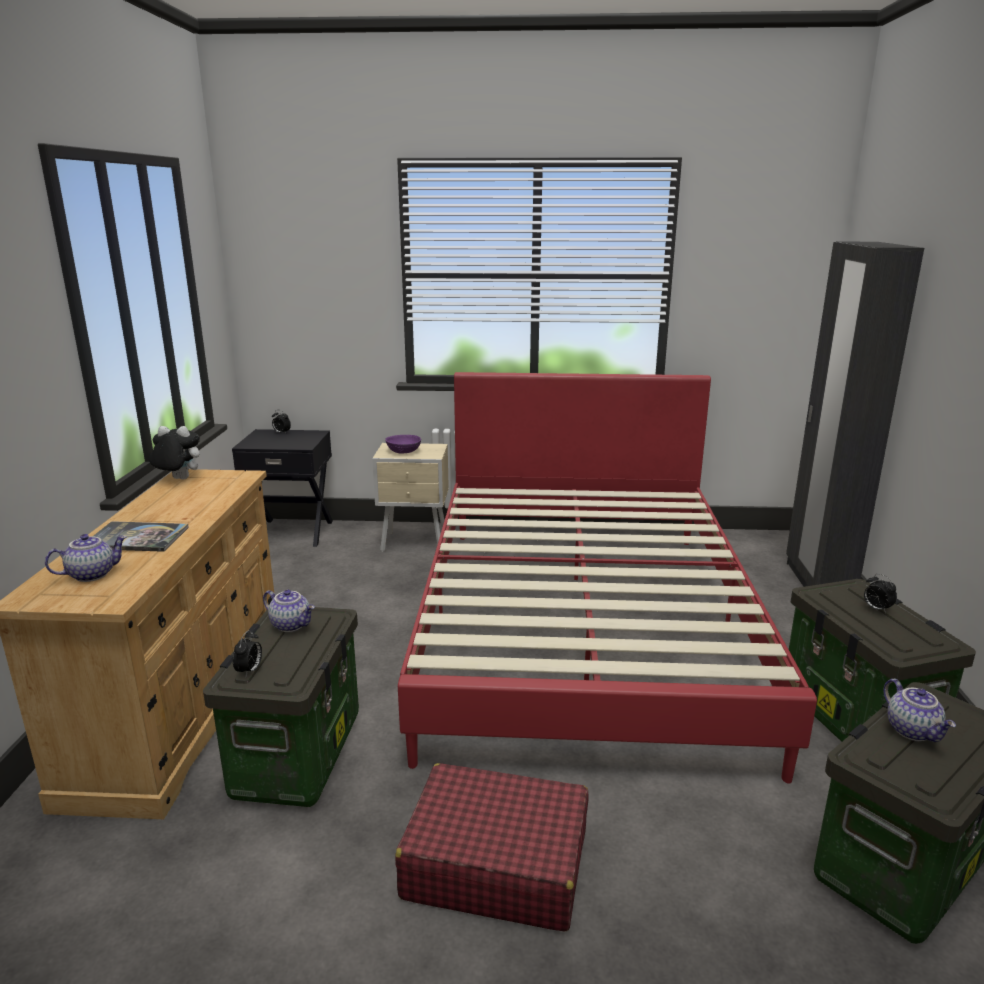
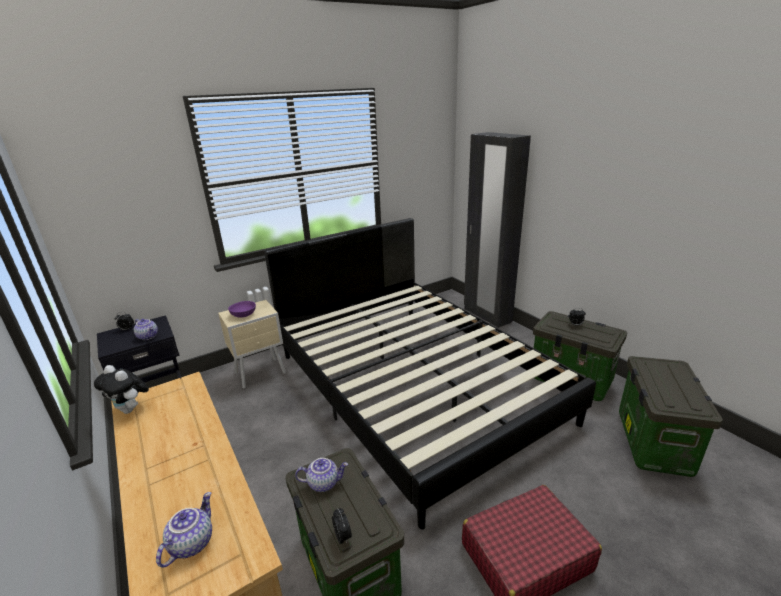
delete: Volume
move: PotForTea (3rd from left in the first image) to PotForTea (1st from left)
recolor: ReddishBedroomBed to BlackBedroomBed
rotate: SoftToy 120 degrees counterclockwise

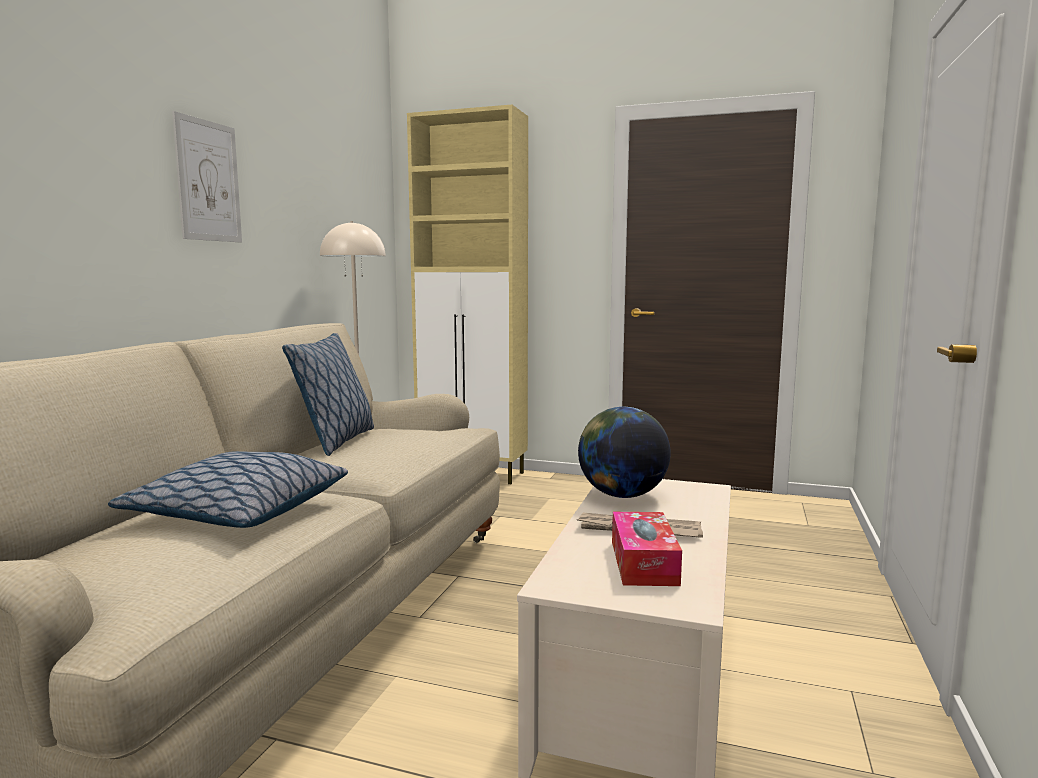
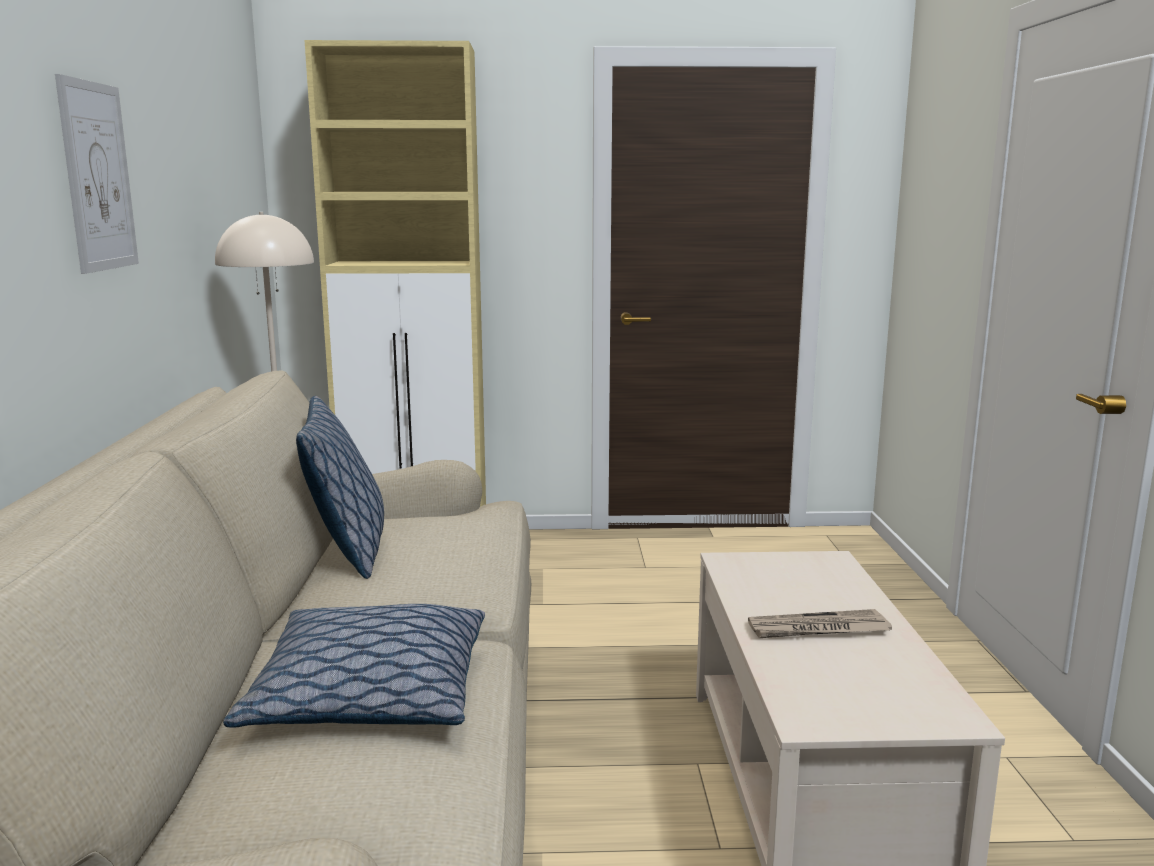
delete: WorldGlobe; TissueHolder

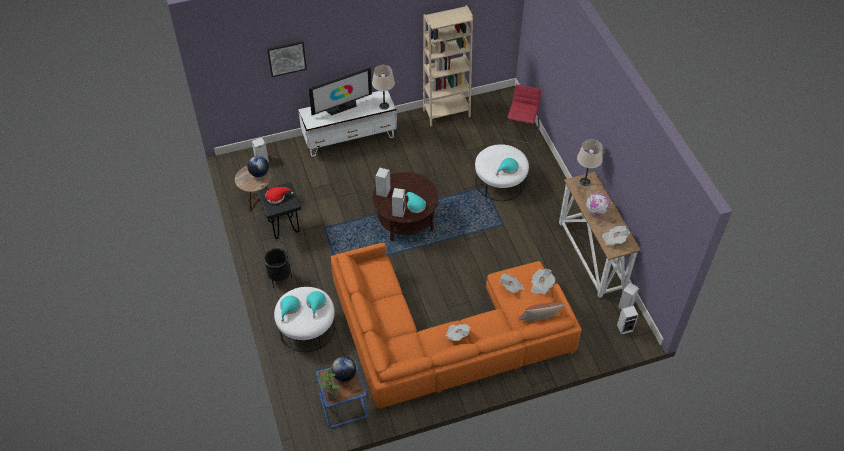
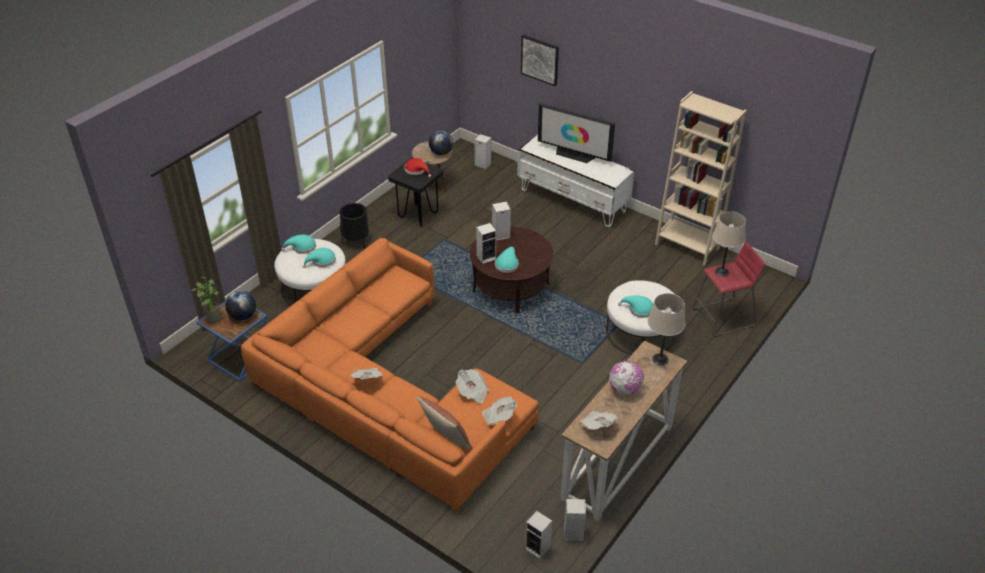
move: BeigeTabletopLamp (1st from left in the first image) to BeigeTabletopLamp (2nd from left)

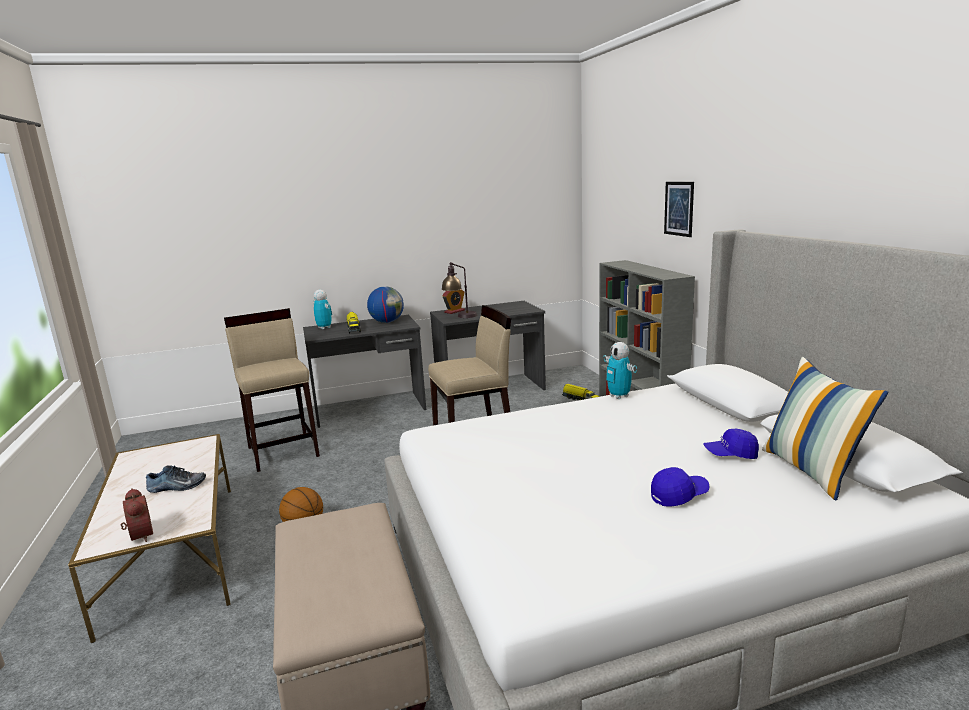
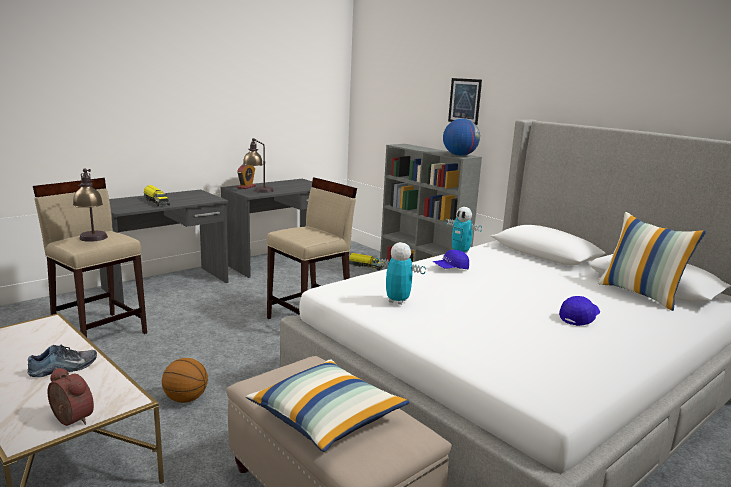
insert: TabletopLamp (1st from left); ThrowPillow (1st from left)
move: RobotFigure (1st from left); WorldGlobe; BlueBaseballCap (2nd from left in the first image) to BlueBaseballCap (1st from left)

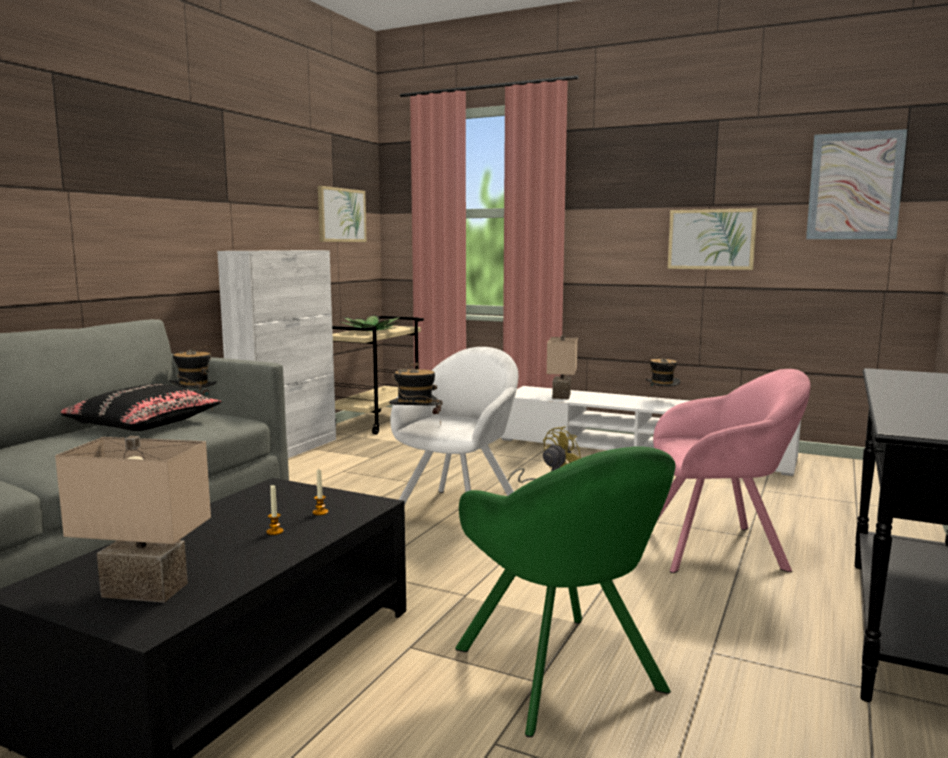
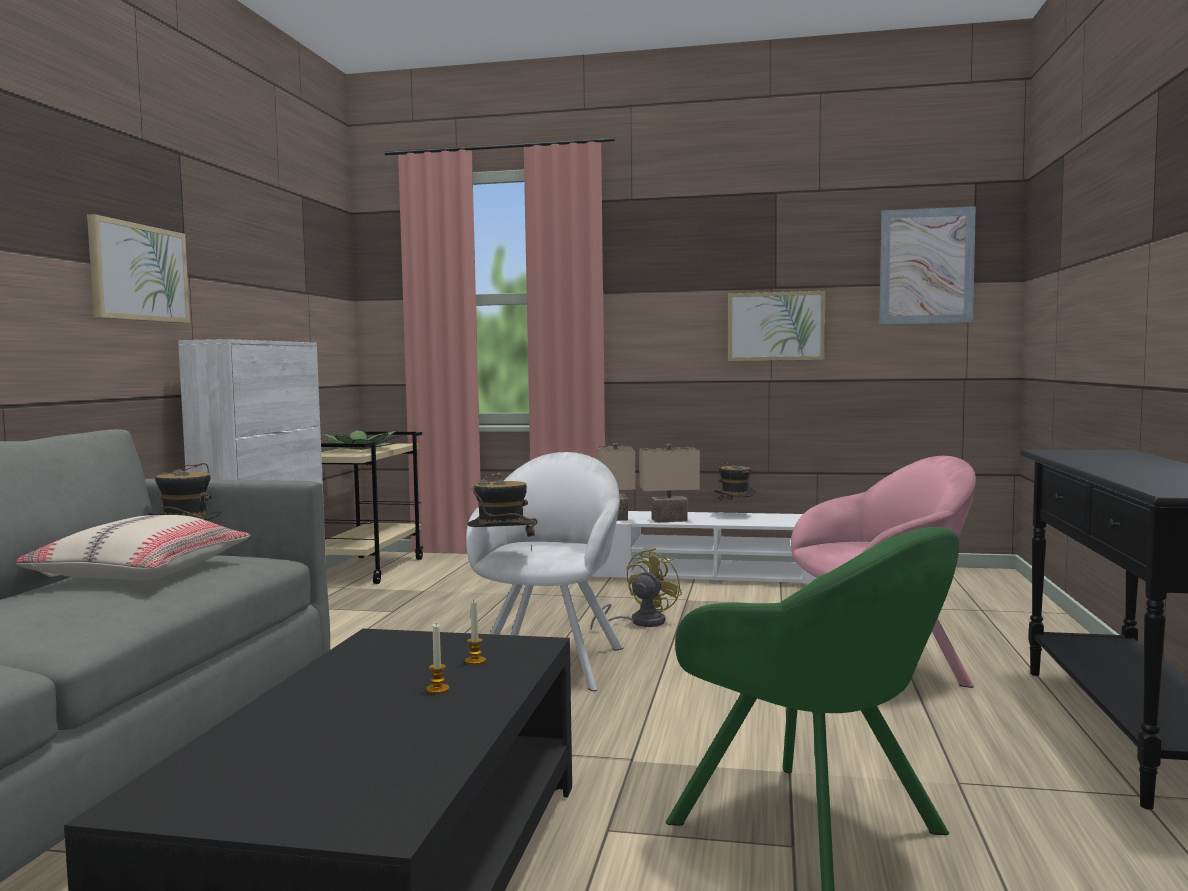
move: BeigeTabletopLamp (1st from left in the first image) to BeigeTabletopLamp (2nd from left); WallArt (1st from left)
recolor: BlackThrowPillow to BeigeThrowPillow

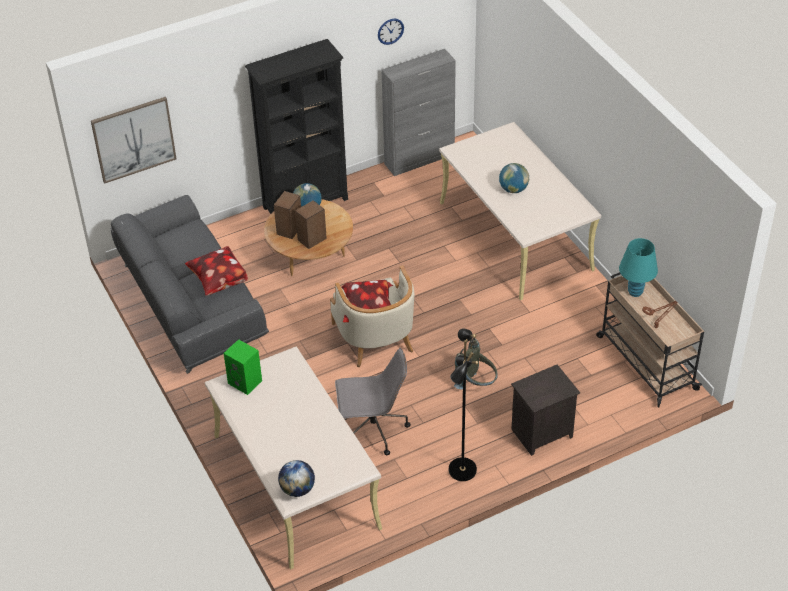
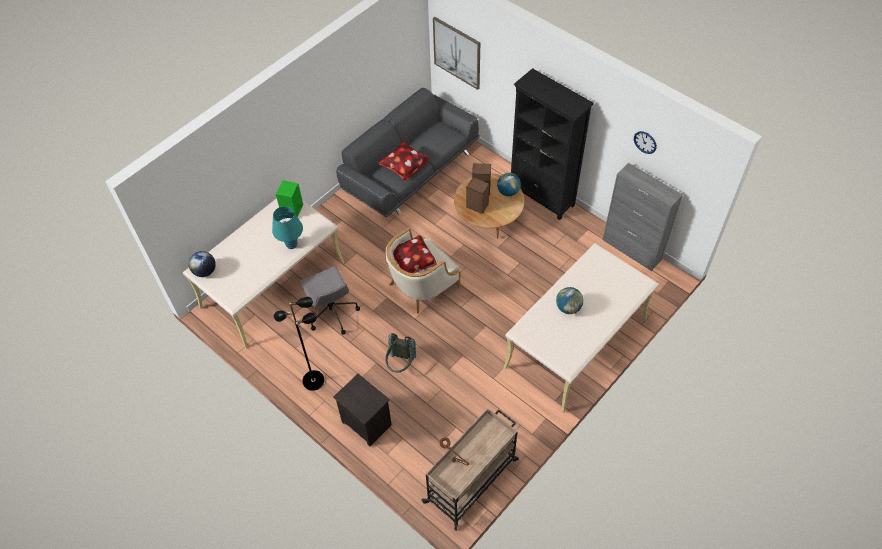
move: TurquoiseColouredTabletopLamp

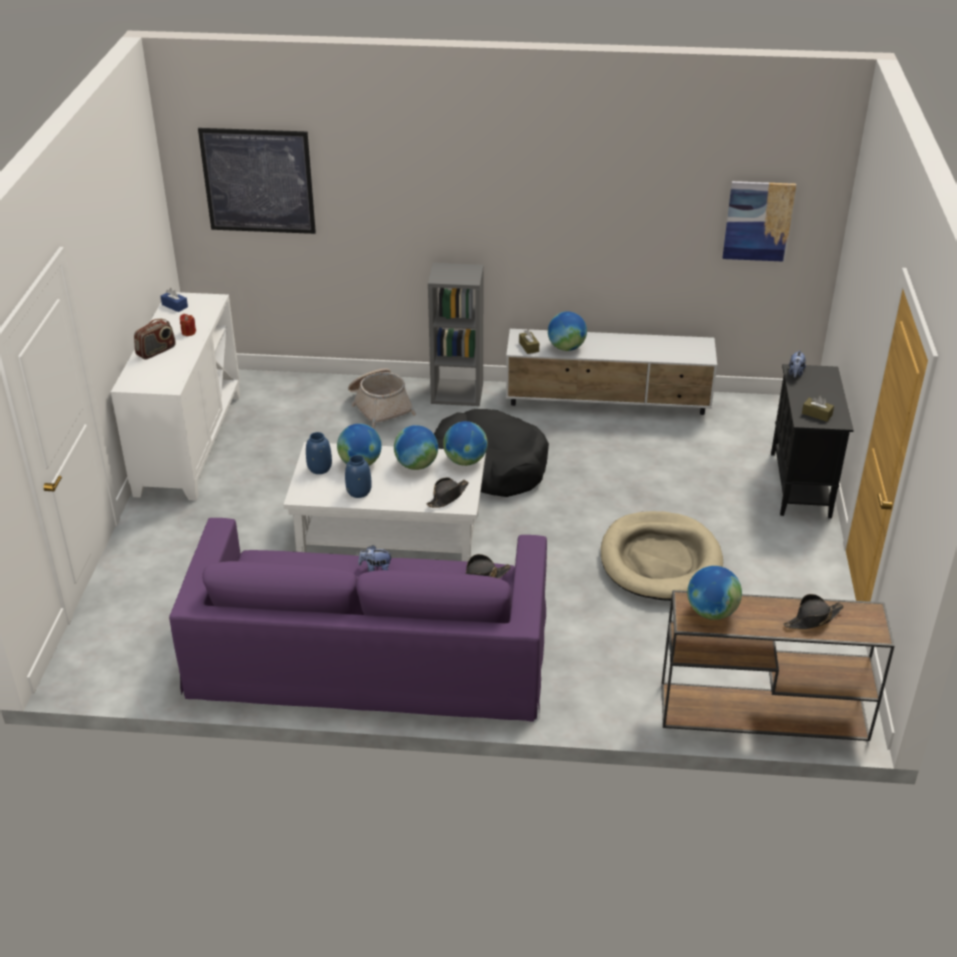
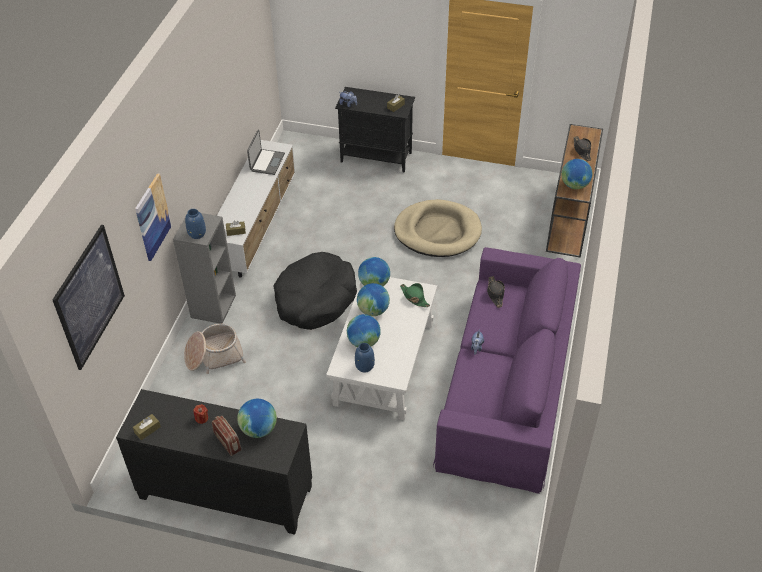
insert: Laptop
move: BlueVase (2nd from left in the first image) to BlueVase (1st from left); WorldGlobe (4th from left in the first image) to WorldGlobe (1st from left); WallArt (2nd from left)
recolor: WhiteCupboard to BlackCupboard (1st from left); BlueTissueHolder to BrownTissueHolder (1st from left); BlackClothingHat (1st from left) to GreenishClothingHat

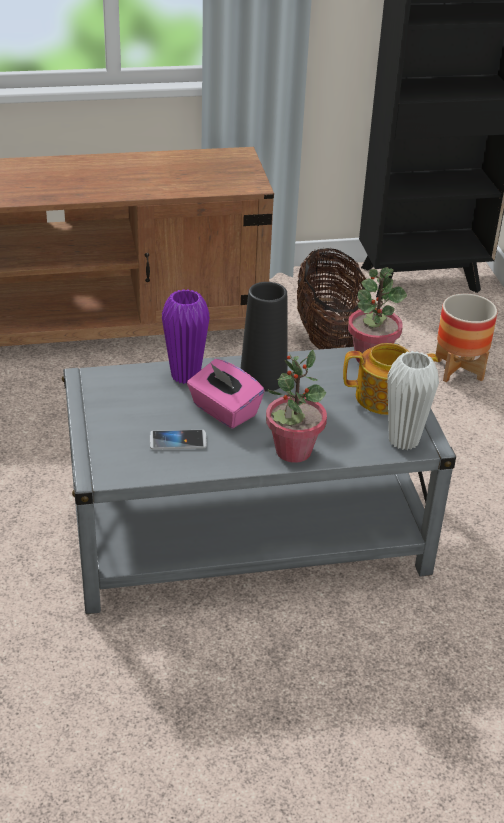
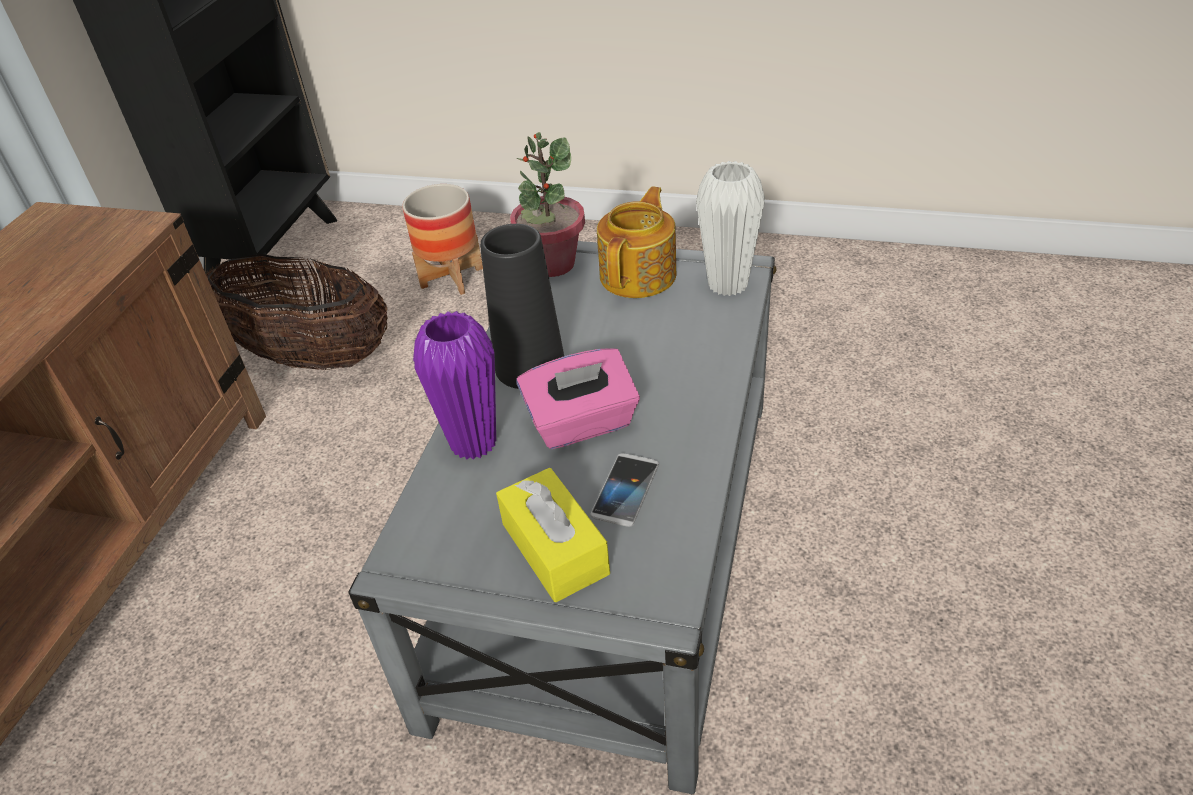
delete: Houseplant (1st from left)
insert: YellowTissueHolder

